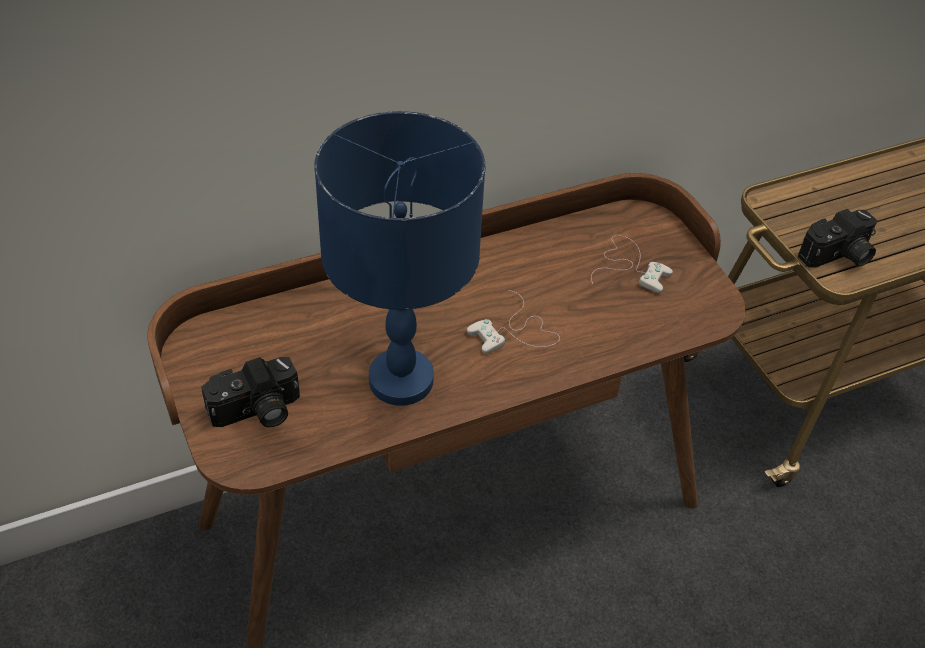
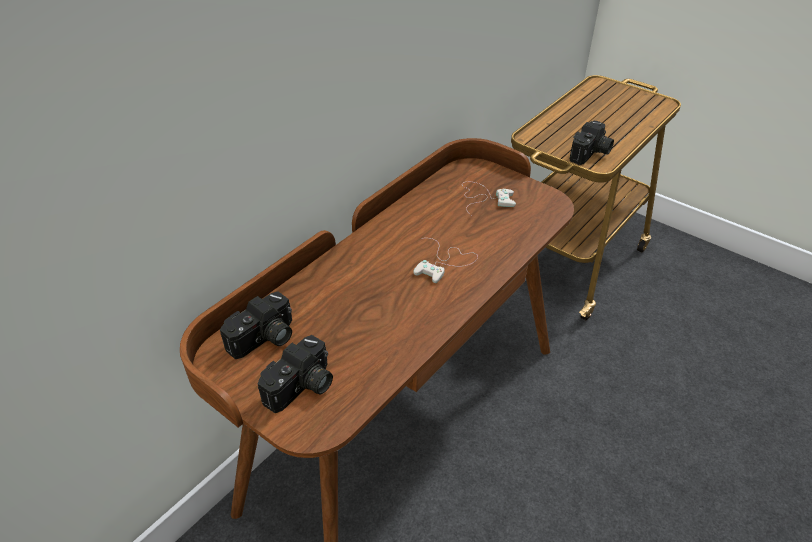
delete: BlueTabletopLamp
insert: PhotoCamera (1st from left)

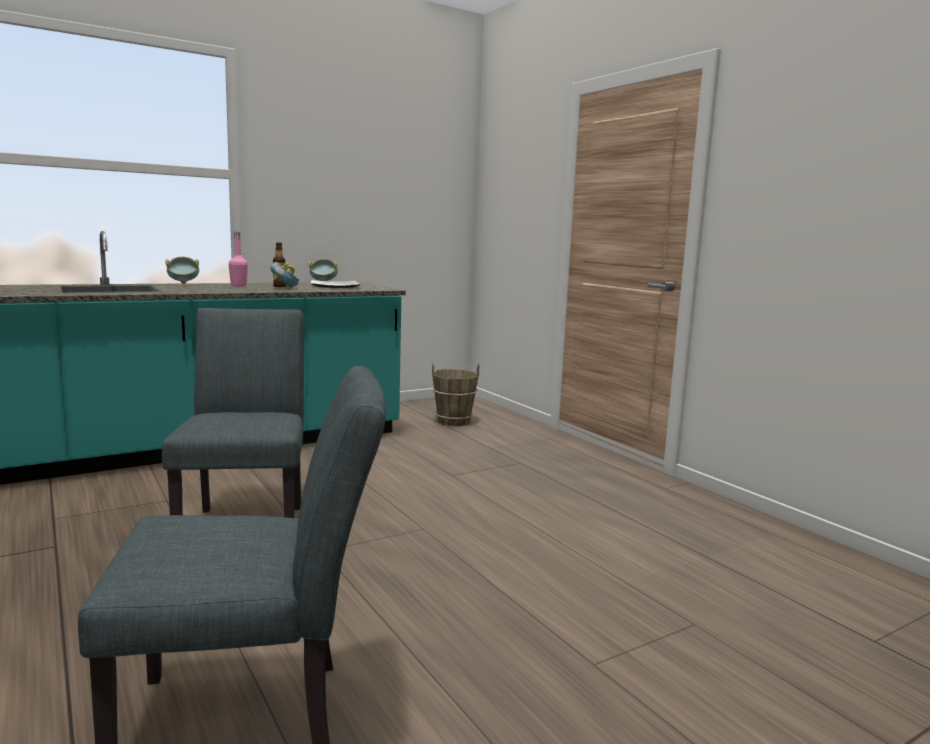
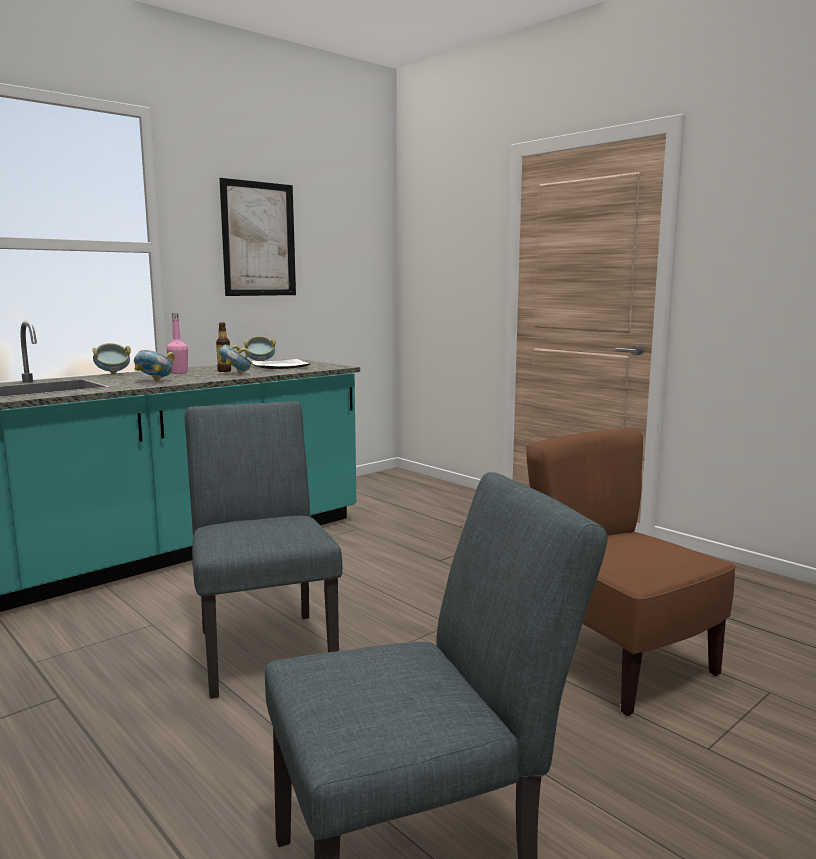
delete: BrownWaterBucket
insert: ServingBowl (2nd from left); WallArt; BrownUprightChair

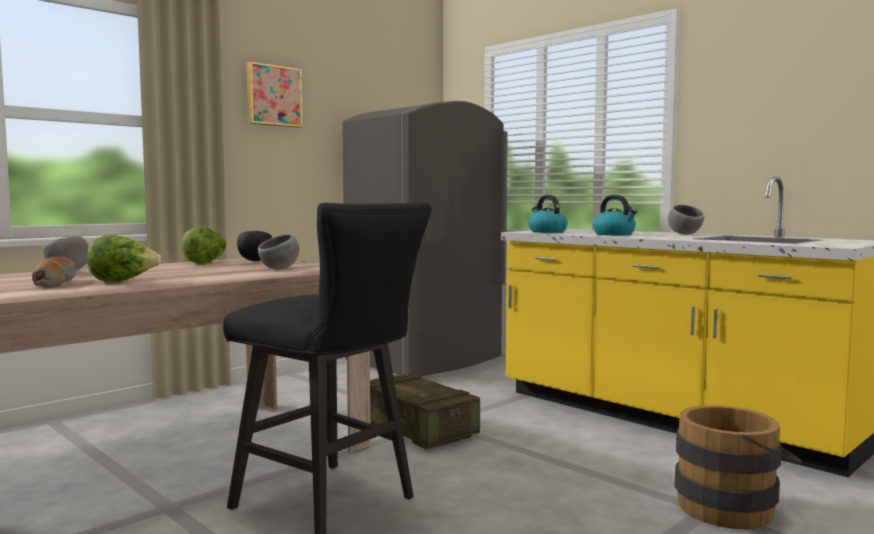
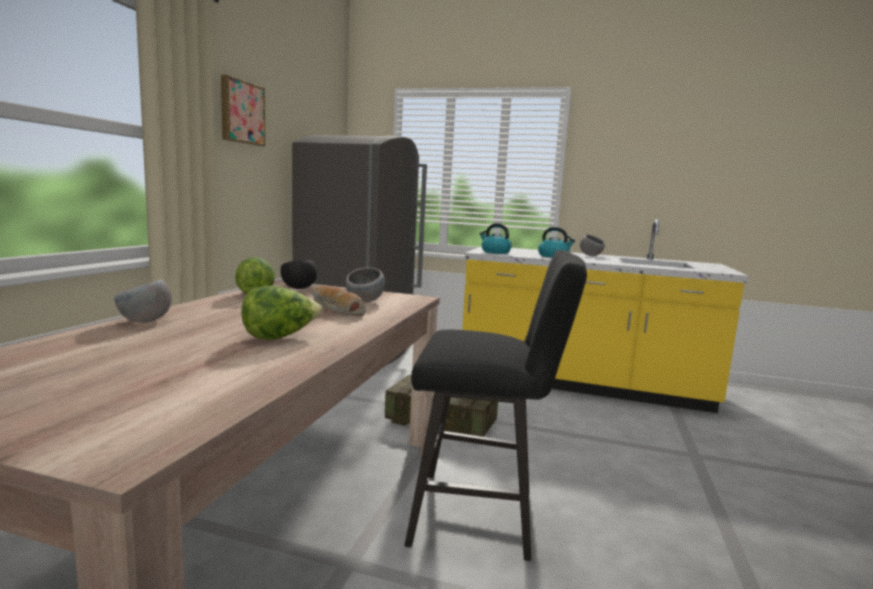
delete: BrownWaterBucket
move: BakeryBread

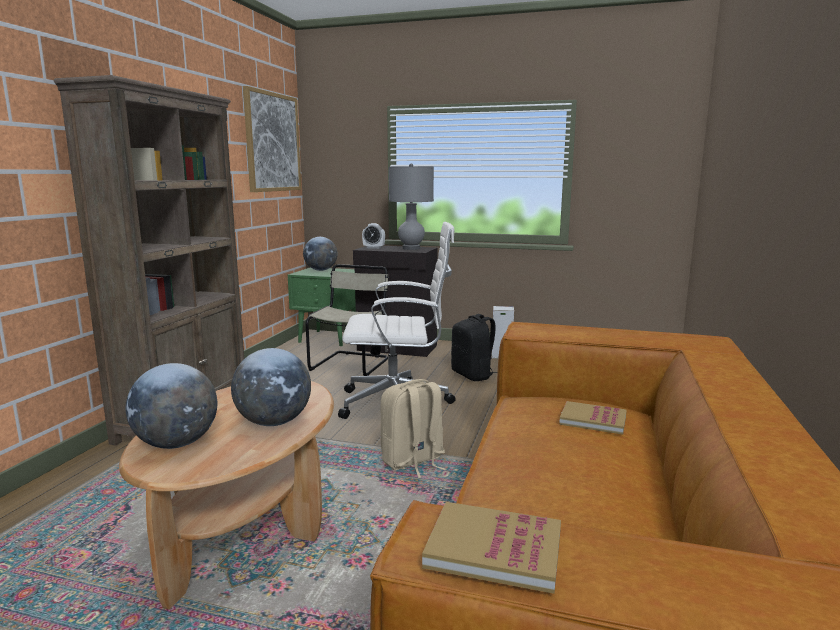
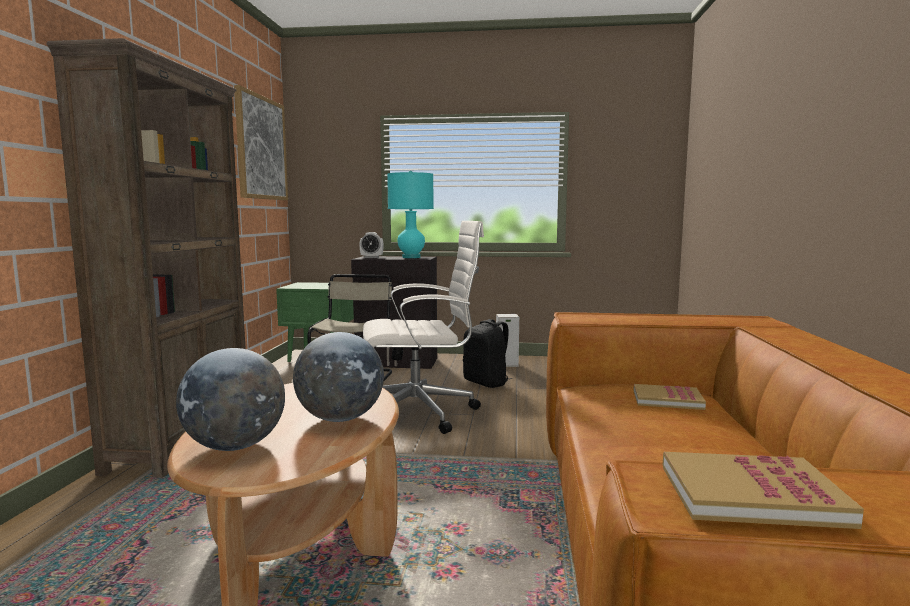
delete: WorldGlobe (3rd from left); BeigeBackpack
recolor: GreyTabletopLamp to TurquoiseColouredTabletopLamp

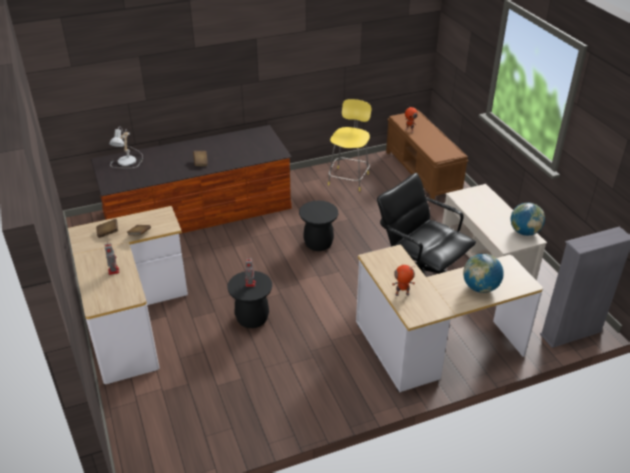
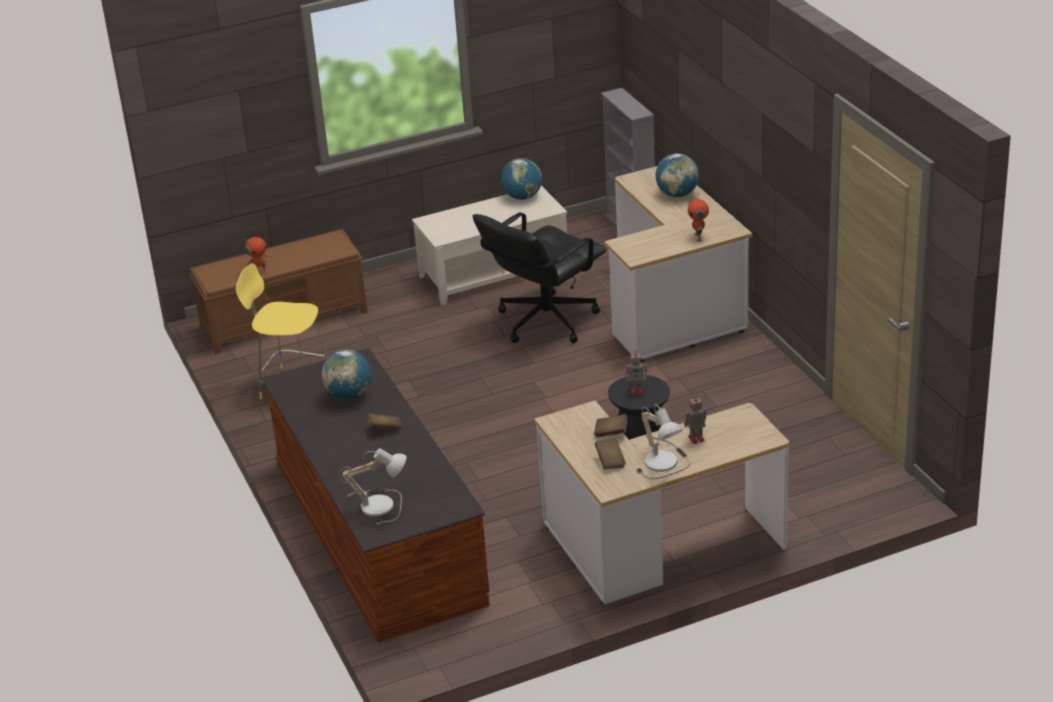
delete: BlackSittingStool (2nd from left)
insert: WorldGlobe (1st from left); TabletopLamp (2nd from left)

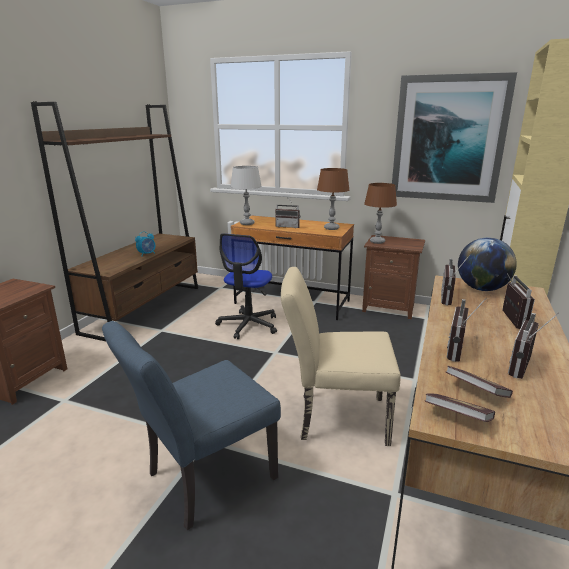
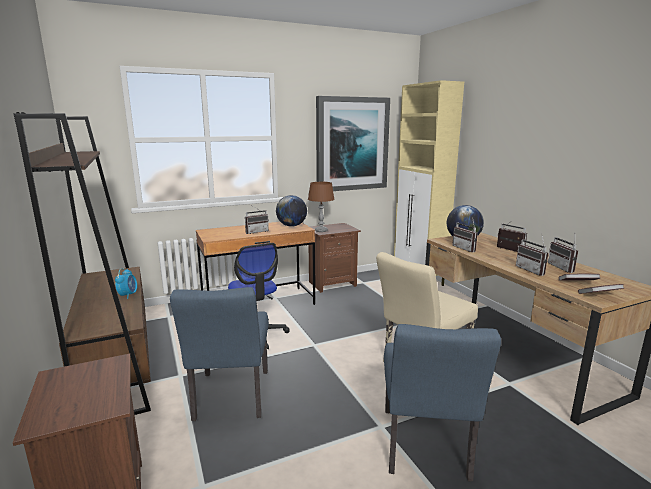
delete: GreyTabletopLamp
insert: BlueUprightChair (1st from left)
replace: BrownTabletopLamp (1st from left) to WorldGlobe (1st from left)

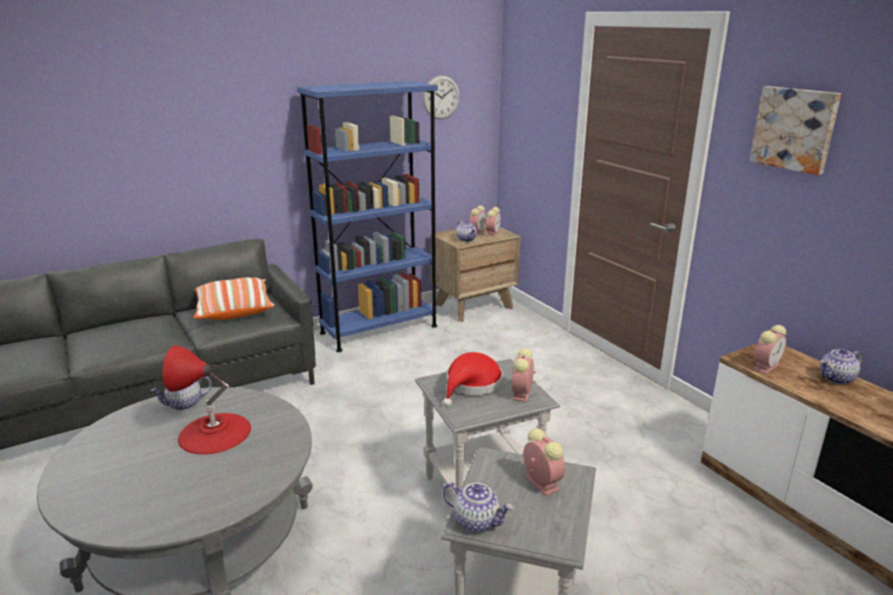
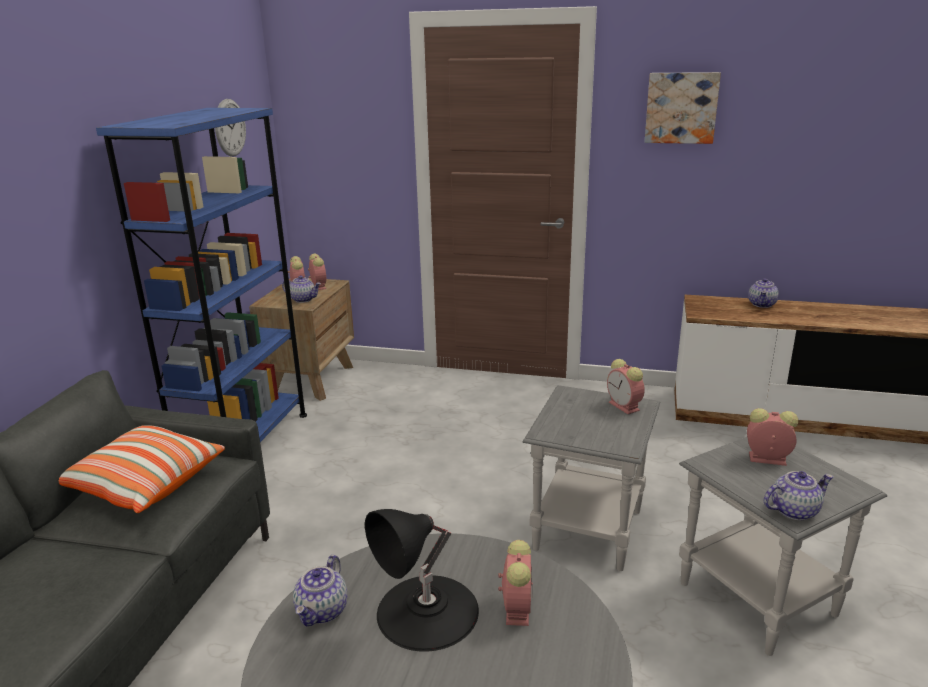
delete: ReddishClothingHat
move: TableClock (5th from left in the first image) to TableClock (3rd from left)
recolor: ReddishTabletopLamp to BlackTabletopLamp

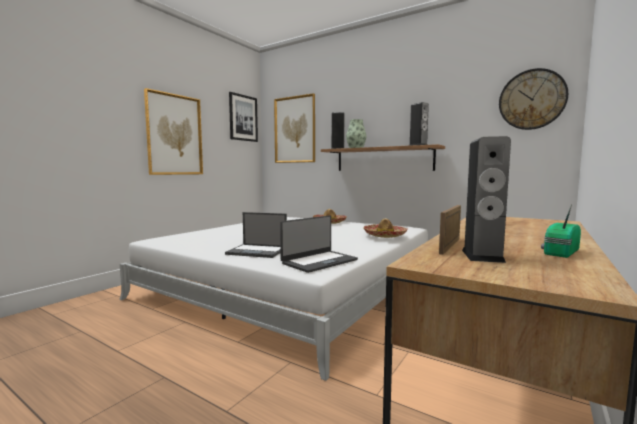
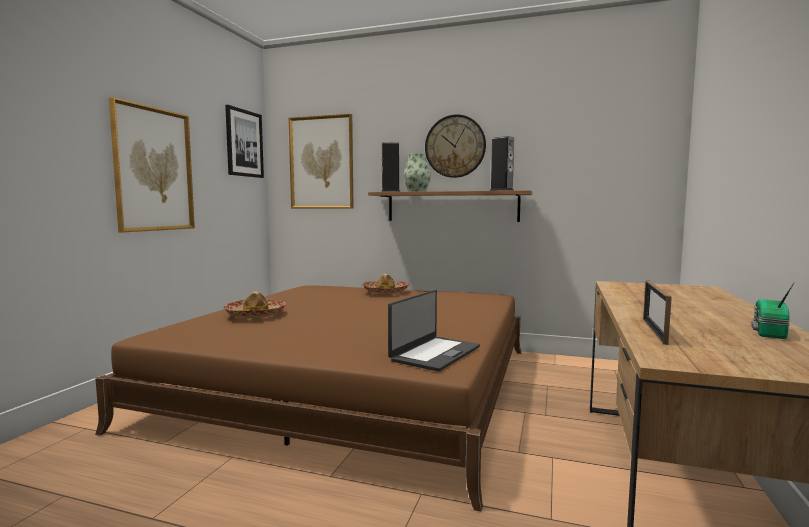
delete: Laptop (1st from left); Loudspeaker (3rd from left)
move: ClothingHat (2nd from left in the first image) to ClothingHat (1st from left); ClockOnTheWall
recolor: WhiteBedroomBed to BrownBedroomBed

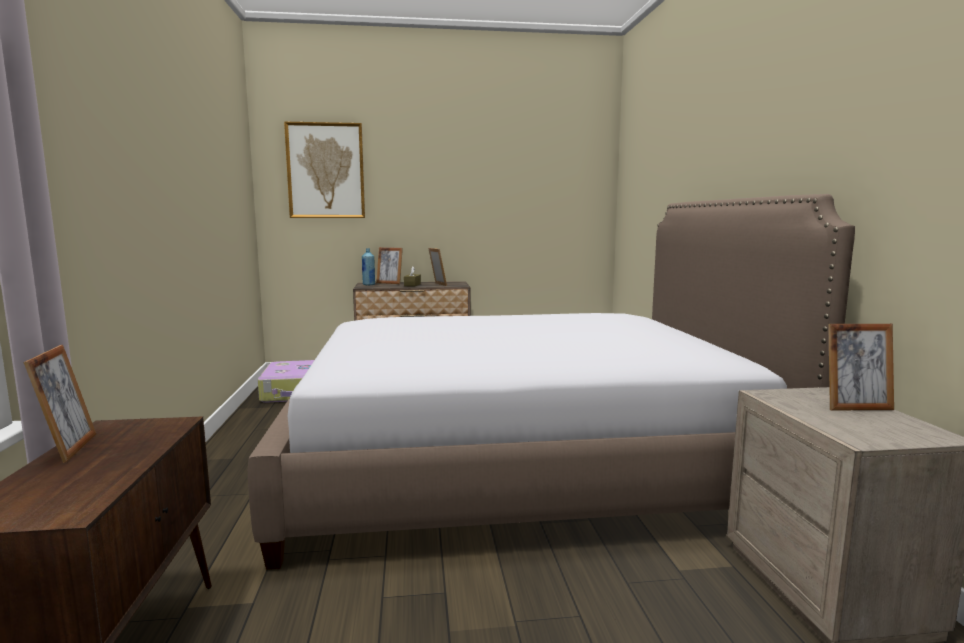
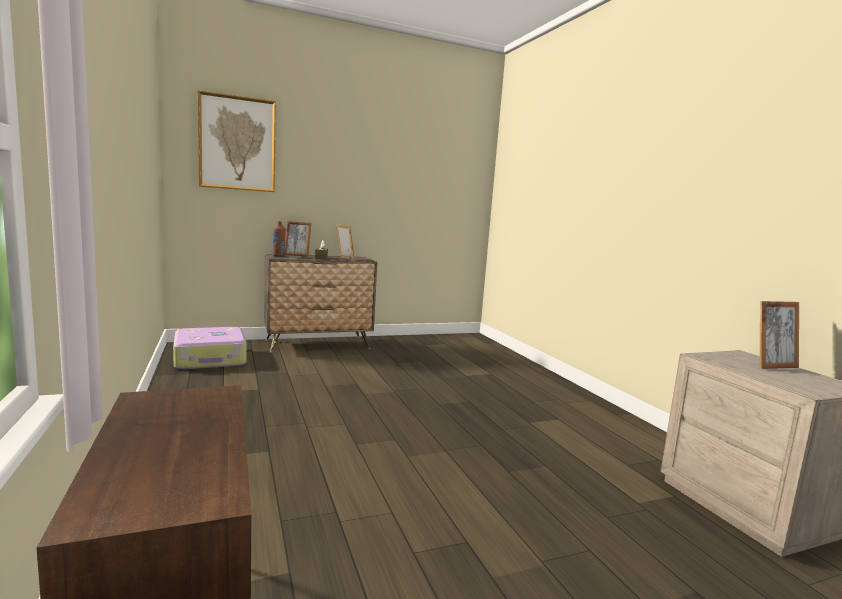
delete: StandingFrame (1st from left); BedroomBed
recolor: BlueBottle to BrownBottle

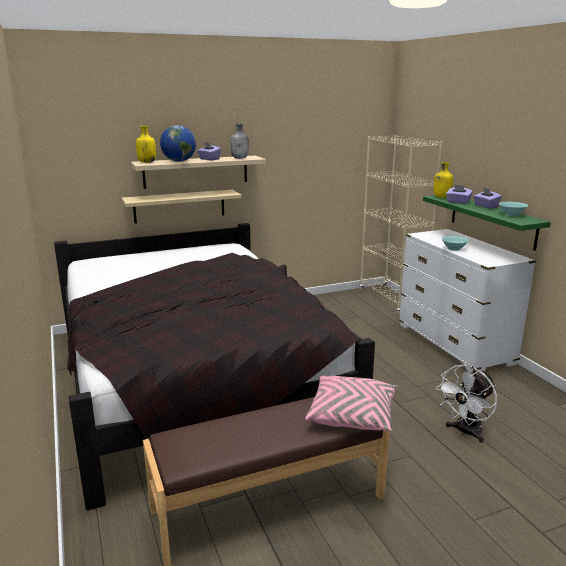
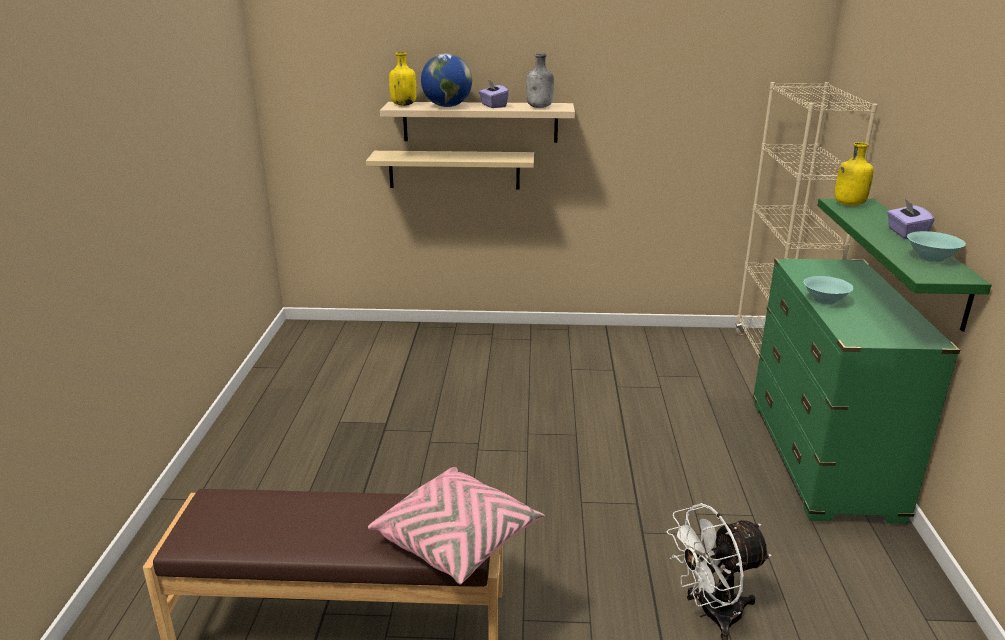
delete: BlackBedroomBed; PurpleColouredTissueHolder (2nd from left)
recolor: WhiteDresser to GreenishDresser

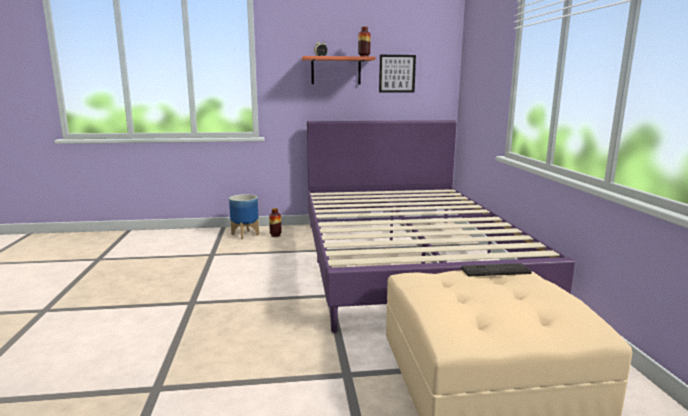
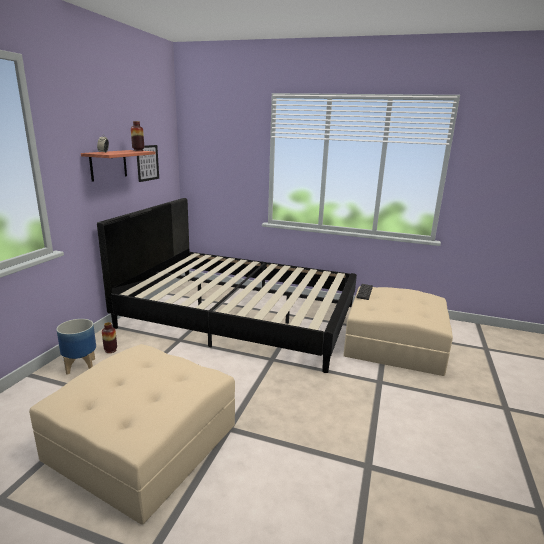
insert: BeigeOttoman (1st from left)
recolor: PurpleColouredBedroomBed to BlackBedroomBed

